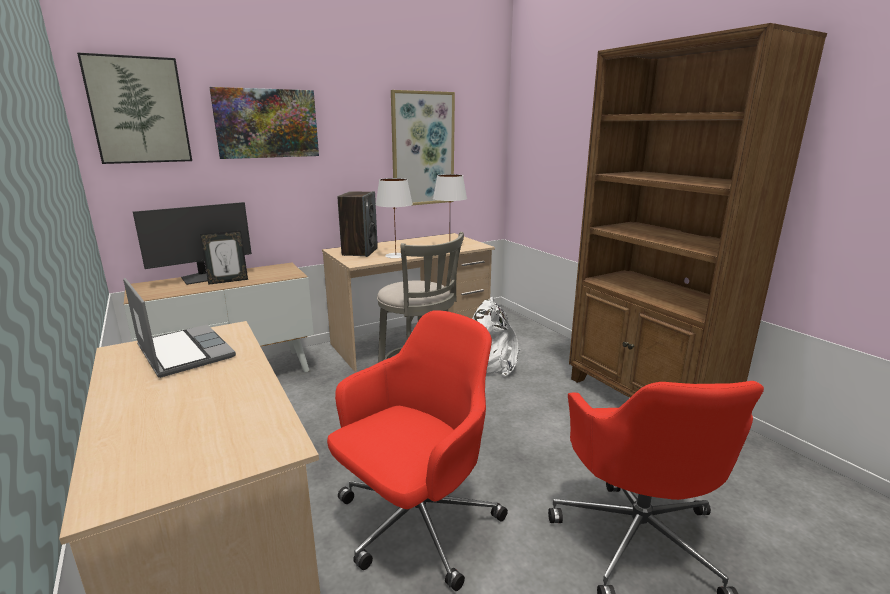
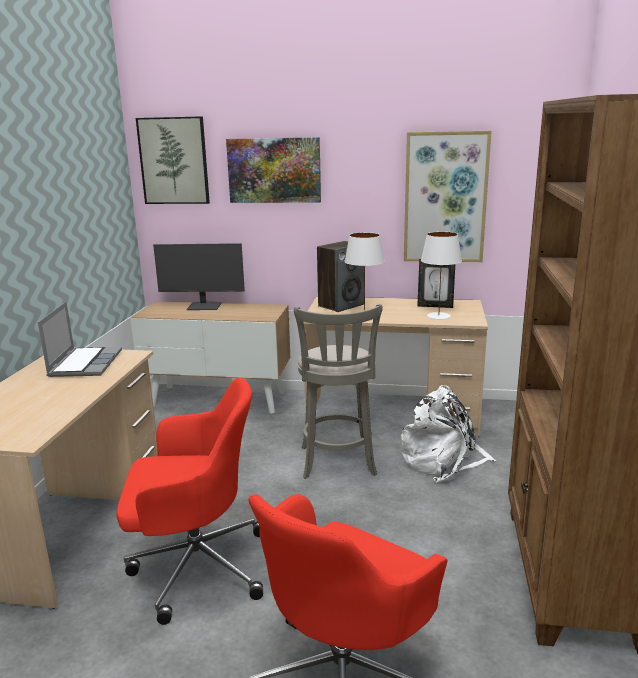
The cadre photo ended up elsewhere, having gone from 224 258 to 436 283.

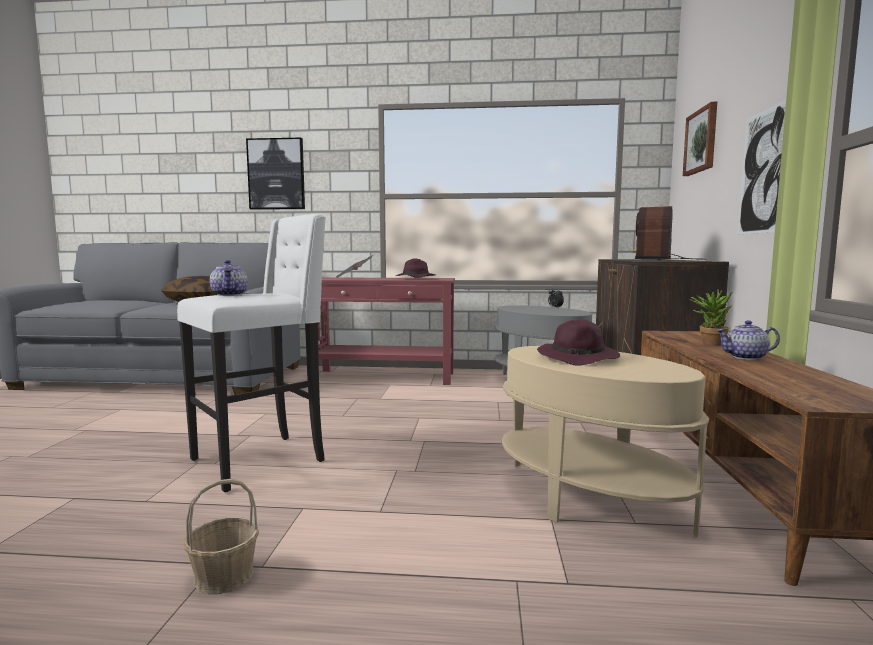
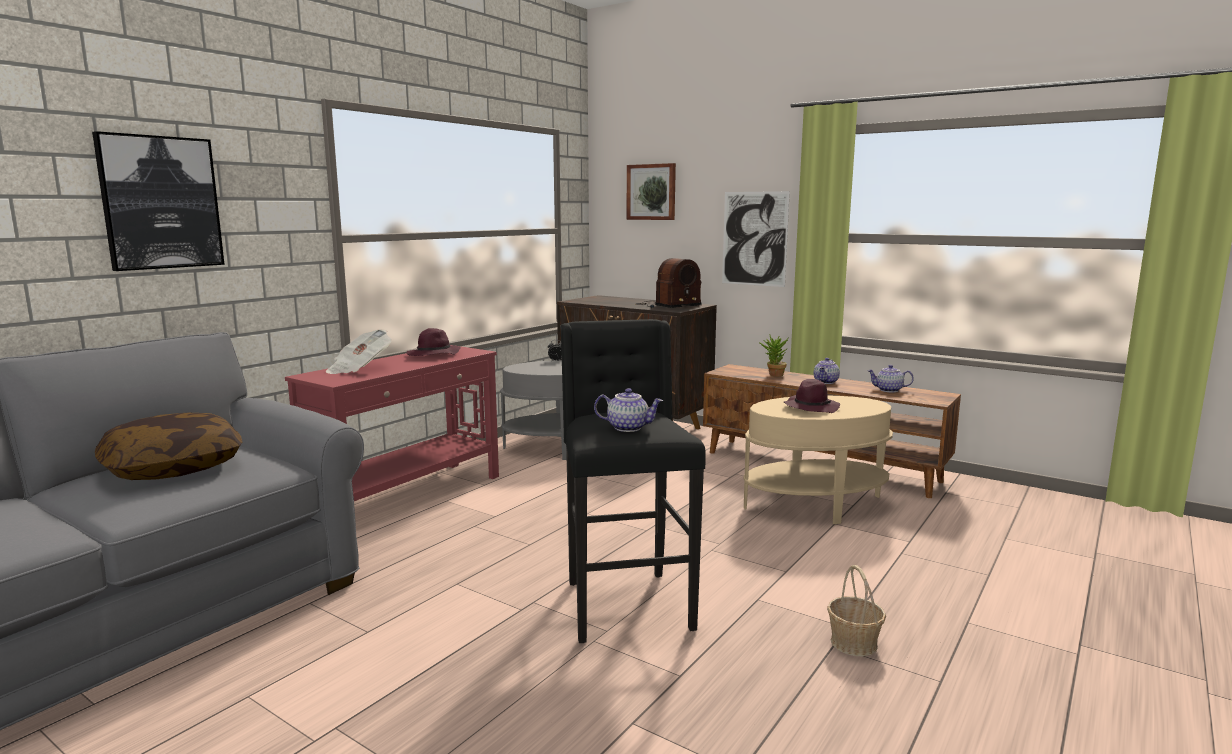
The radio at 663 233 ended up facing another way, 90 degrees counterclockwise from before. What was the tabouret/blanc at 251 353 turned into the tabouret/noir at 633 481. The second view gained the théière at 890 378.

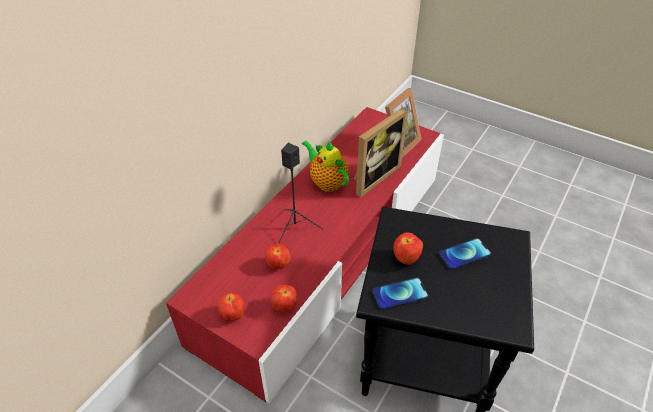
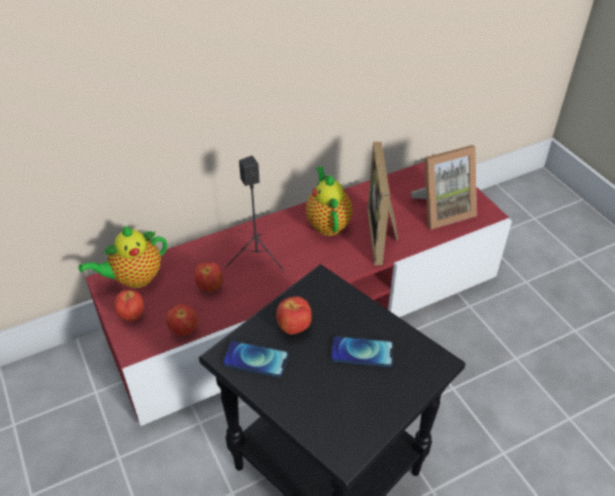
The cadre photo at 381 152 ended up facing another way, 105 degrees clockwise from before. The second view gained the théière at 122 257.

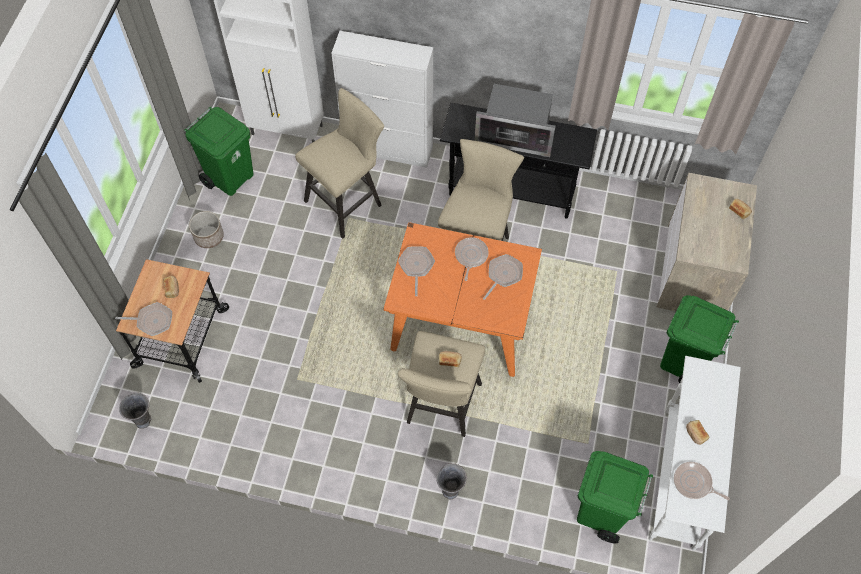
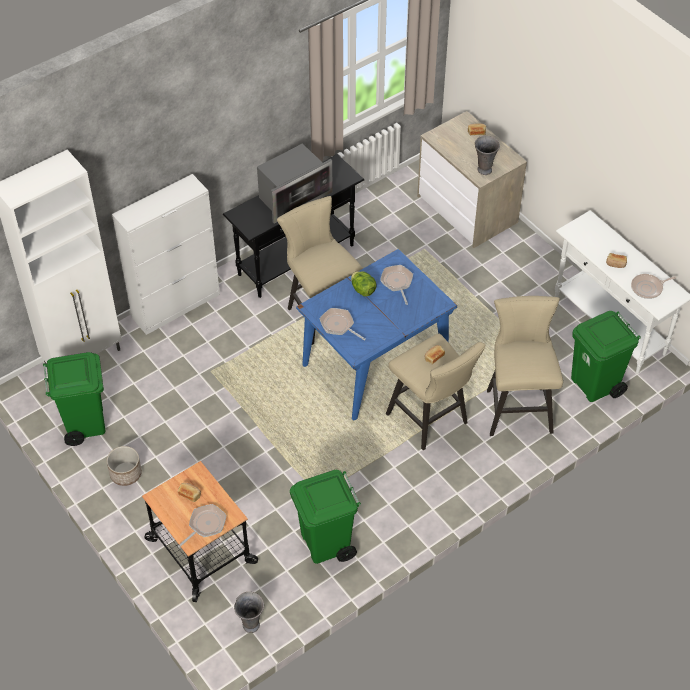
The tabouret/beige ended up elsewhere, having gone from 339 163 to 525 366. What was the table à manger/orange at 462 299 turned into the table à manger/bleu at 376 334. Where the poêle stood at 472 259, the laitue came to stand at 364 284. The poubelle/vert ended up elsewhere, having gone from 699 339 to 325 517. The vase/gris ended up elsewhere, having gone from 451 481 to 487 155.

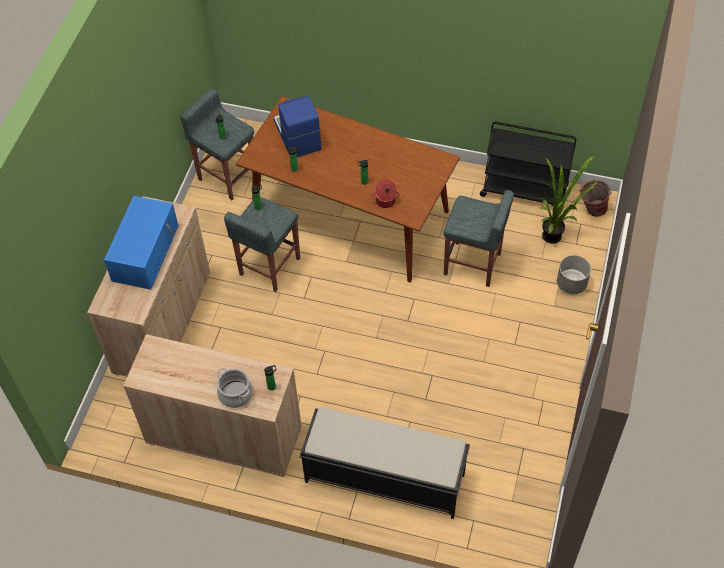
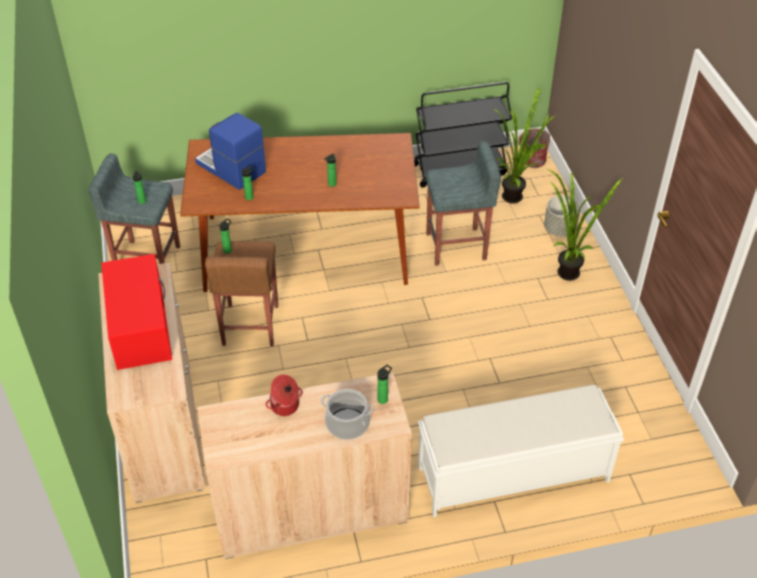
The marmite ended up elsewhere, having gone from 386 193 to 284 395. What was the micro-ondes/bleu at 141 243 turned into the micro-ondes/rouge at 136 312. What was the tabouret/gris at 262 244 turned into the tabouret/marron at 241 293. What was the banc/noir at 384 463 turned into the banc/blanc at 521 451. The second view gained the plante en pot at 584 225.

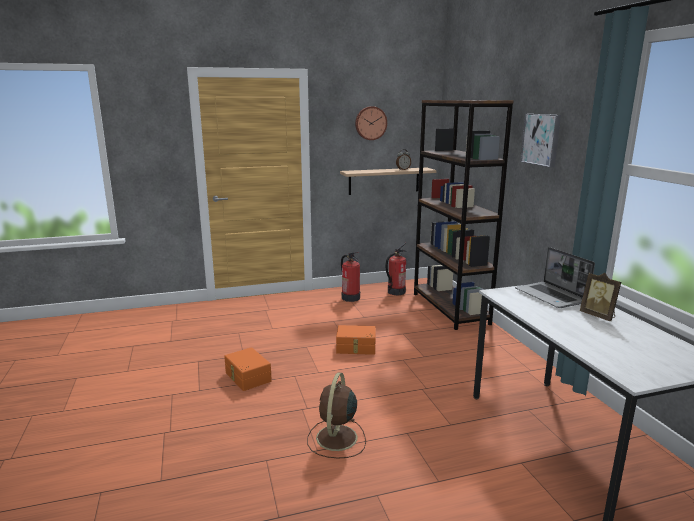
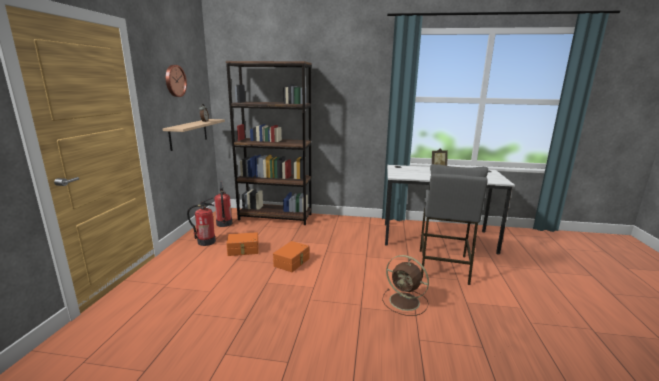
The second view lost the tableau at 540 141. The second view lost the ordinateur portable at 555 277. The boîte de rangement/orange ended up elsewhere, having gone from 248 369 to 242 244. The second view gained the tabouret/gris at 454 224.

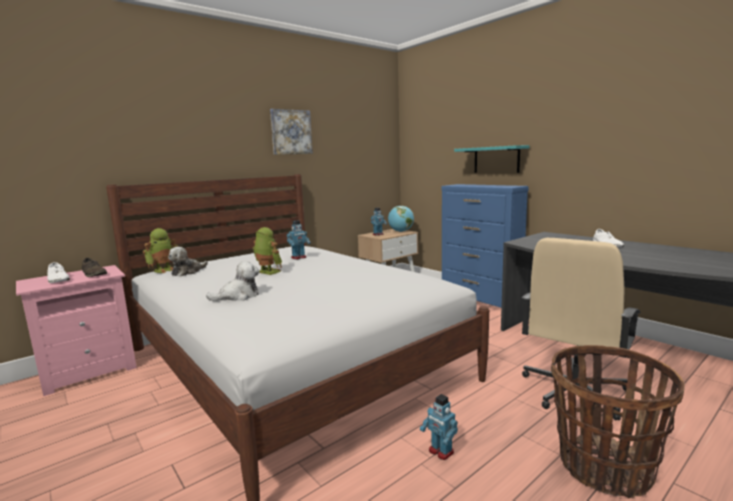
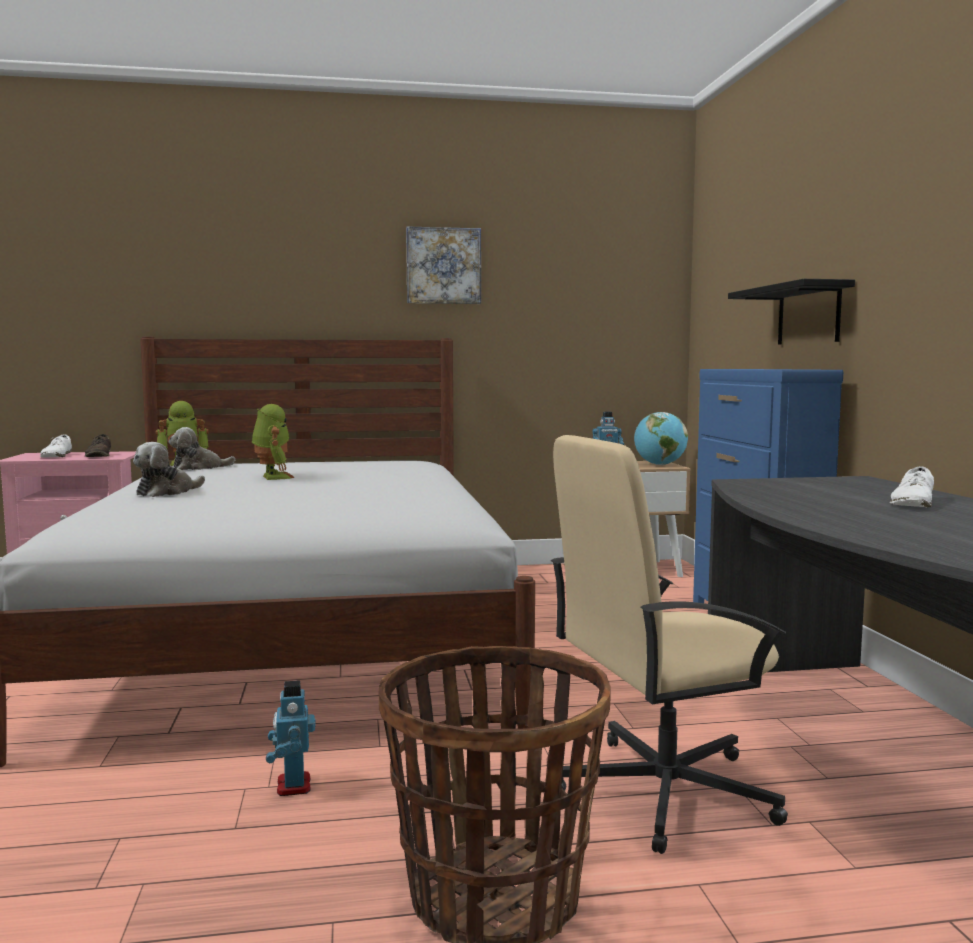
What was the étagère/turquoise at 492 159 turned into the étagère/noir at 791 312. The second view lost the robot jouet at 299 240. The peluche at 233 281 ended up facing another way, 120 degrees clockwise from before.

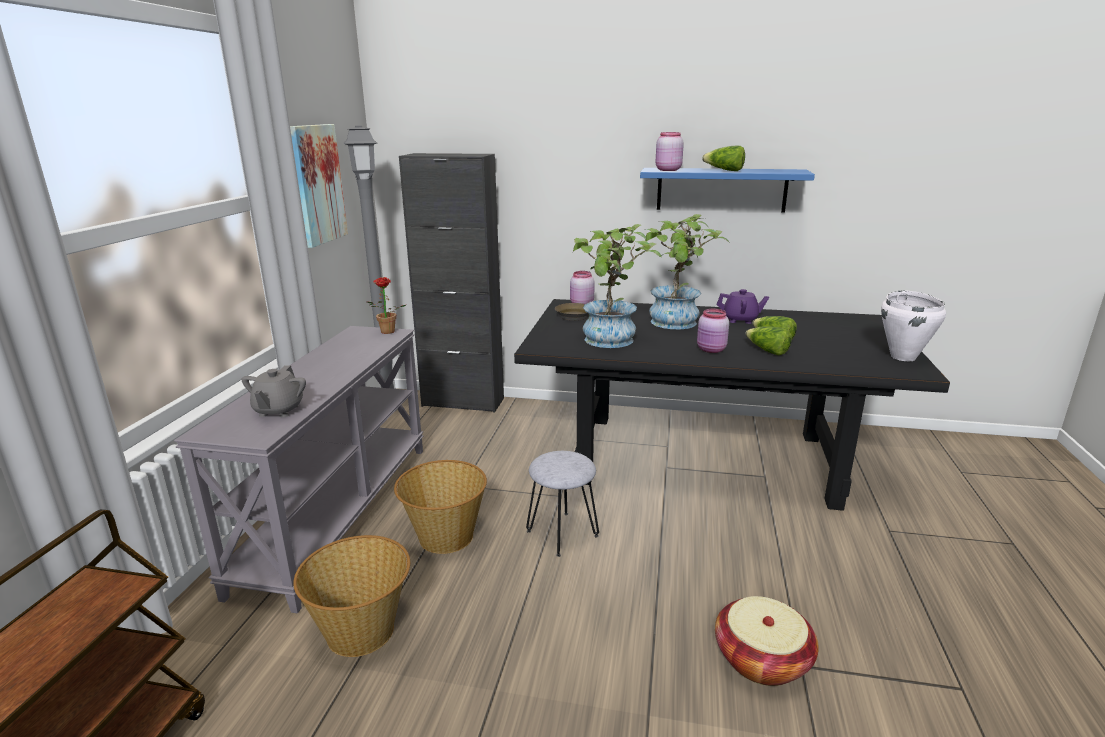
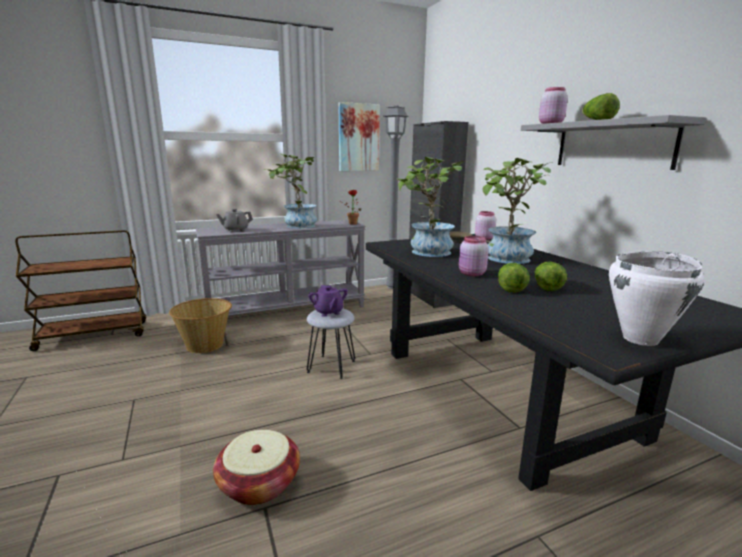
What was the étagère/bleu at 727 190 turned into the étagère/gris at 613 142. The théière/violet ended up elsewhere, having gone from 743 306 to 328 301. The second view lost the panier at 440 507. The second view gained the plante en pot at 290 191.

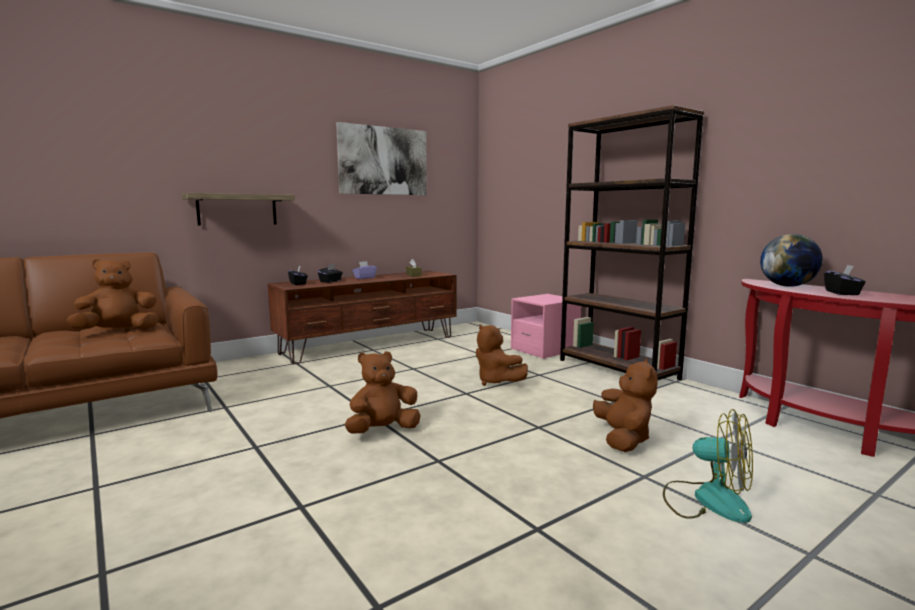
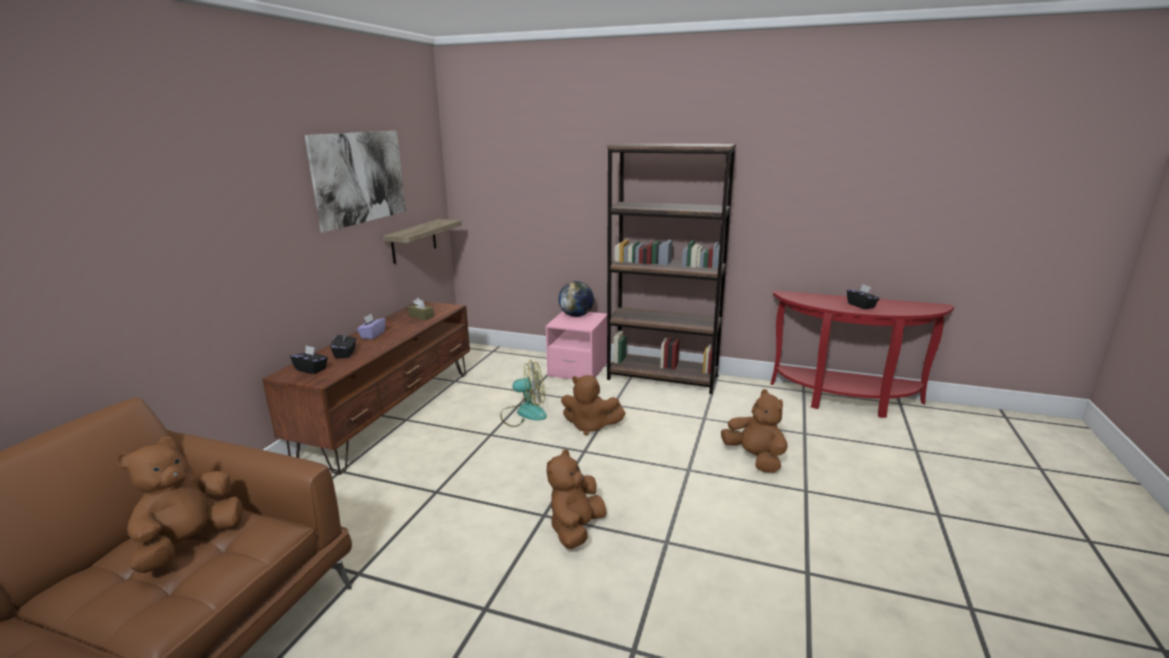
The étagère ended up elsewhere, having gone from 238 209 to 422 241. The globe ended up elsewhere, having gone from 791 260 to 576 299. The ventilateur ended up elsewhere, having gone from 708 466 to 523 393.

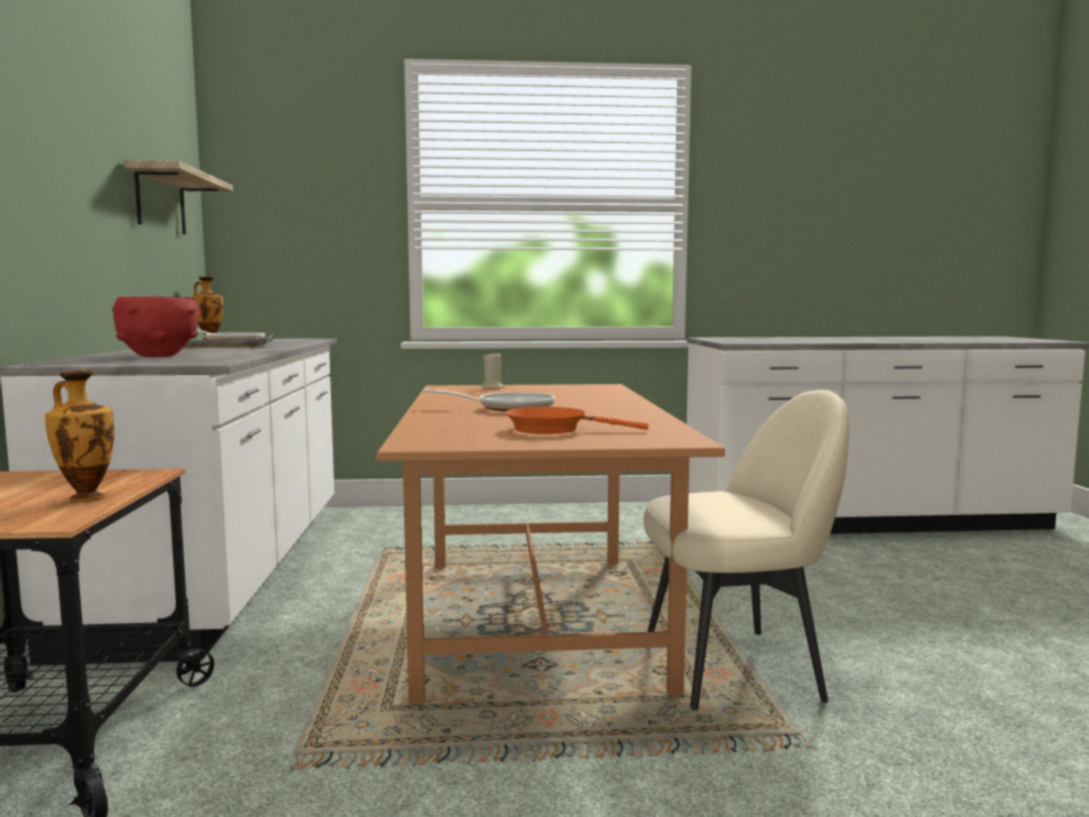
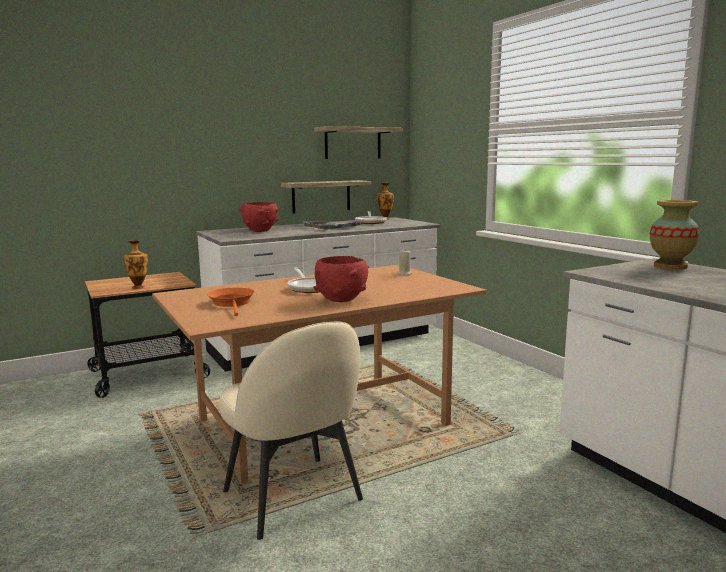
The second view gained the étagère at 326 196. The second view gained the vase at 674 235. The second view gained the bol/rouge at 341 279.

